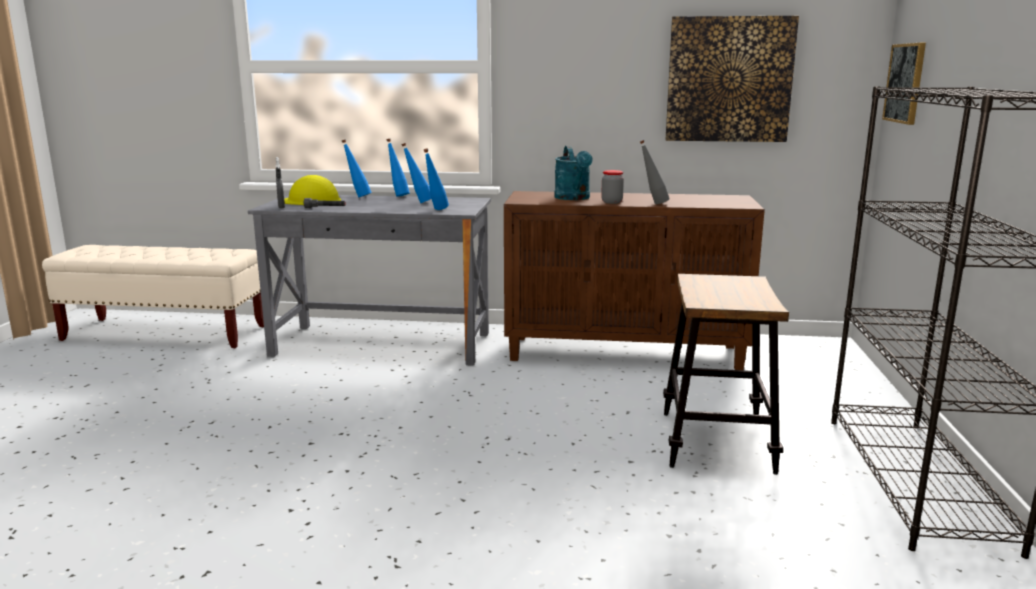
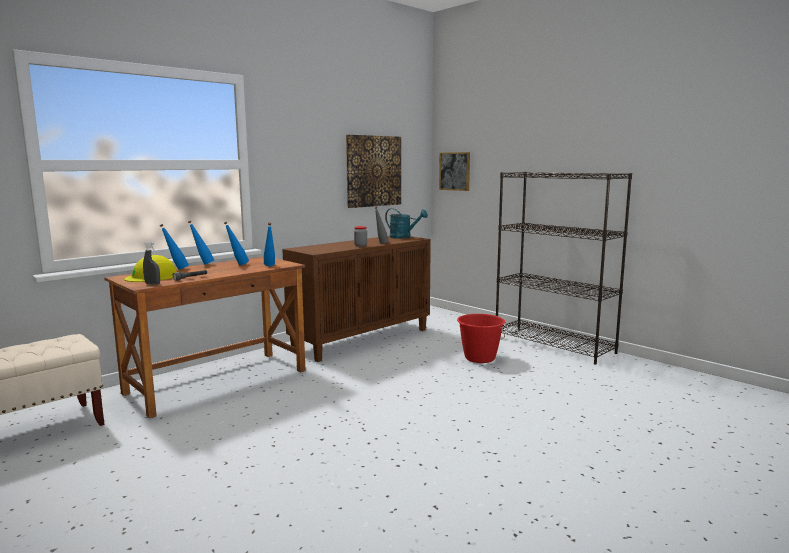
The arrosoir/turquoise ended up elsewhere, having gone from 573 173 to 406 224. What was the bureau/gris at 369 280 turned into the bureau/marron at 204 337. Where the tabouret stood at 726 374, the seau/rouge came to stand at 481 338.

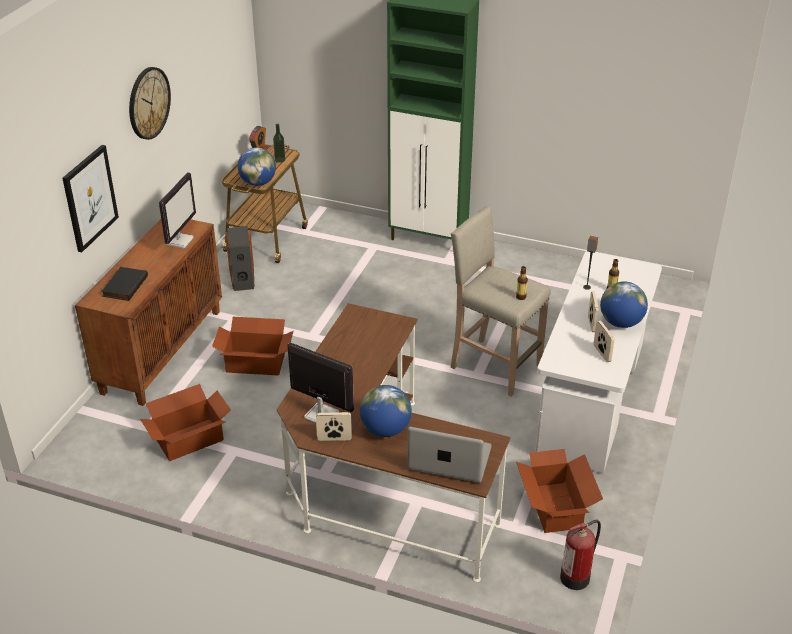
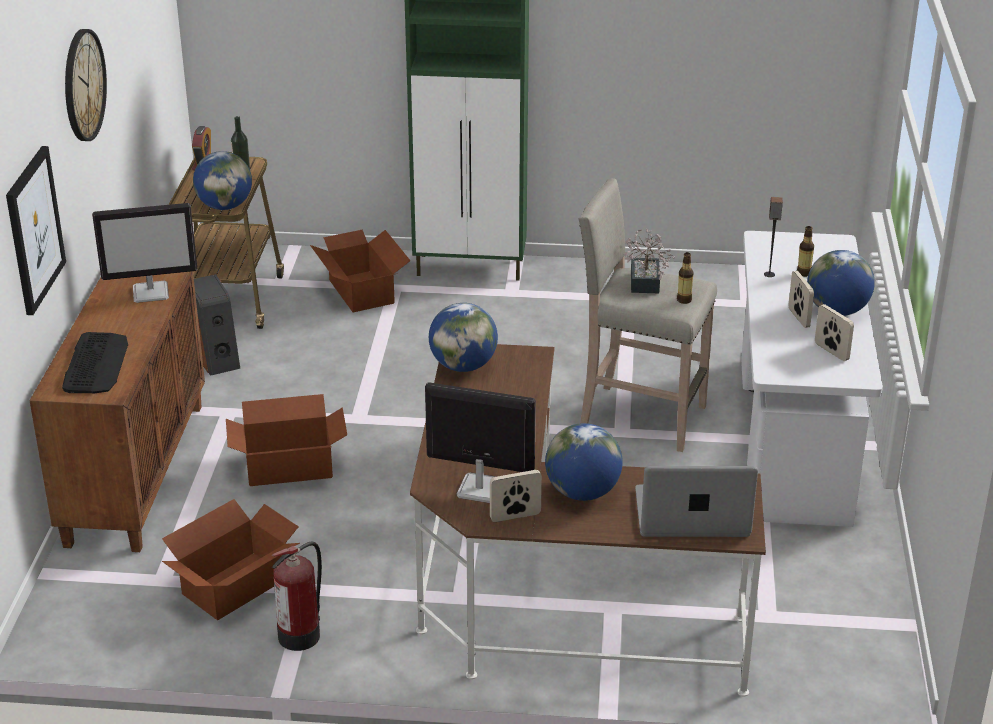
The écran d'ordinateur at 177 210 ended up facing another way, 75 degrees clockwise from before. Where the livre/noir stood at 124 284, the clavier came to stand at 95 363. The carton ended up elsewhere, having gone from 559 491 to 360 271. The extincteur ended up elsewhere, having gone from 580 555 to 297 596. The second view gained the plante en pot at 649 261. The second view gained the globe at 463 337.

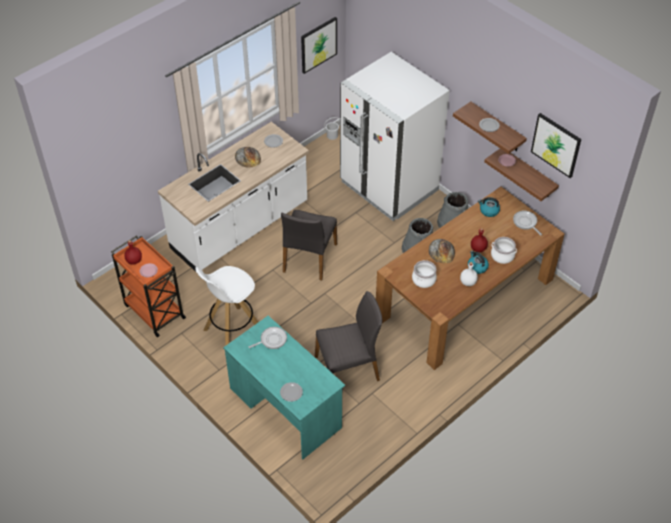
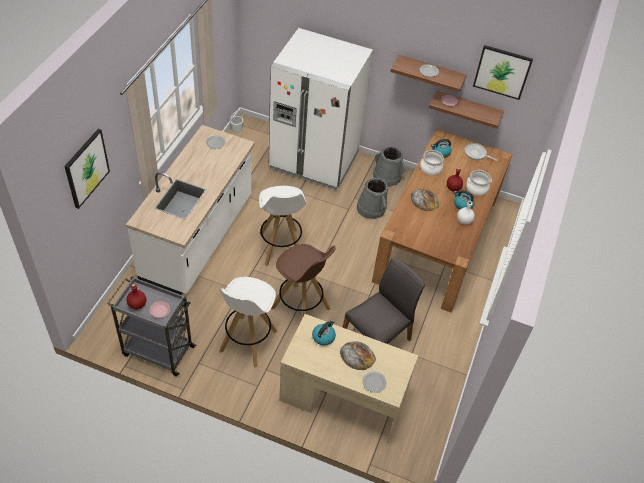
The tableau ended up elsewhere, having gone from 319 45 to 87 169. The pain ended up elsewhere, having gone from 248 157 to 358 355. Where the chaise/gris stood at 309 245, the tabouret/blanc came to stand at 283 226. What was the chariot/orange at 148 286 turned into the chariot/gris at 152 326. The marmite ended up elsewhere, having gone from 424 274 to 432 162. What was the bureau/turquoise at 284 387 turned into the bureau/beige at 348 379. Where the poêle stood at 268 338, the bouilloire came to stand at 324 333. The second view gained the tabouret/marron at 303 280.

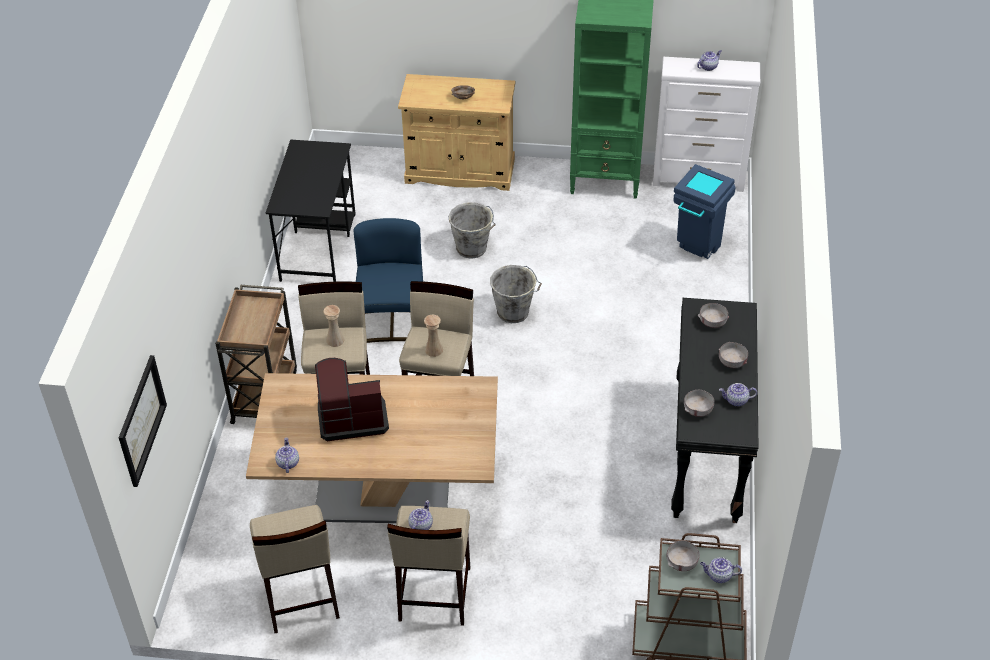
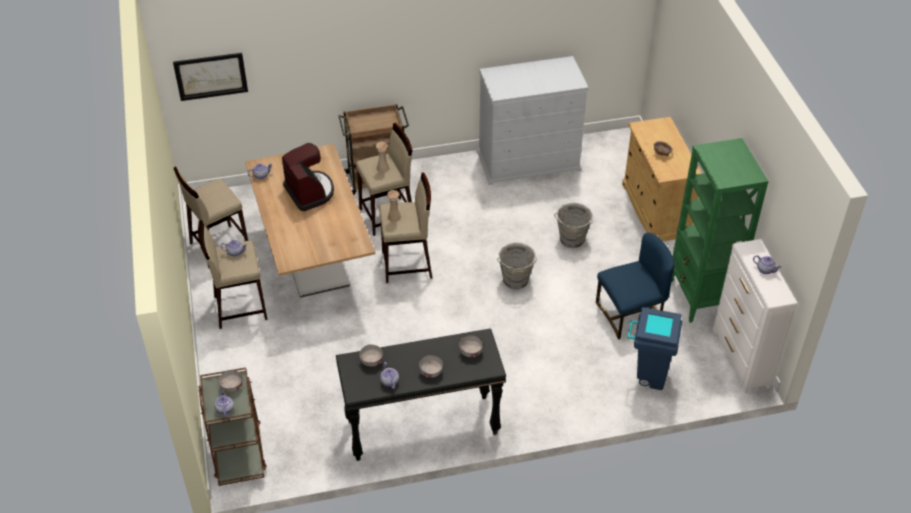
Where the bureau/noir stood at 311 211, the commode/blanc came to stand at 532 120. The chaise/bleu ended up elsewhere, having gone from 388 280 to 635 286.

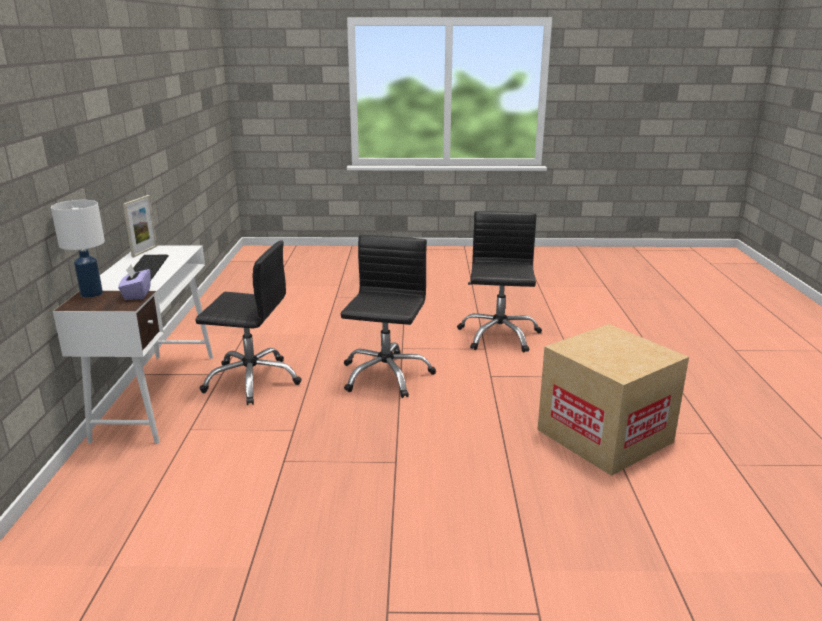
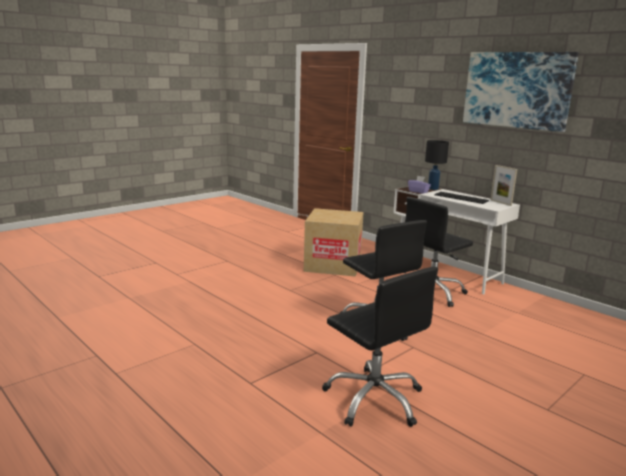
What was the lampe de table/blanc at 78 249 turned into the lampe de table/noir at 437 165. The carton ended up elsewhere, having gone from 613 400 to 334 242. The second view gained the tableau at 521 92.

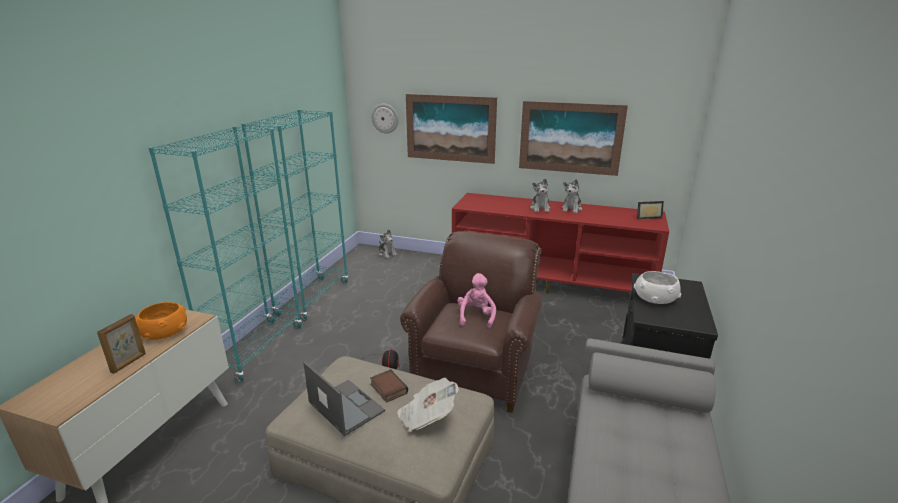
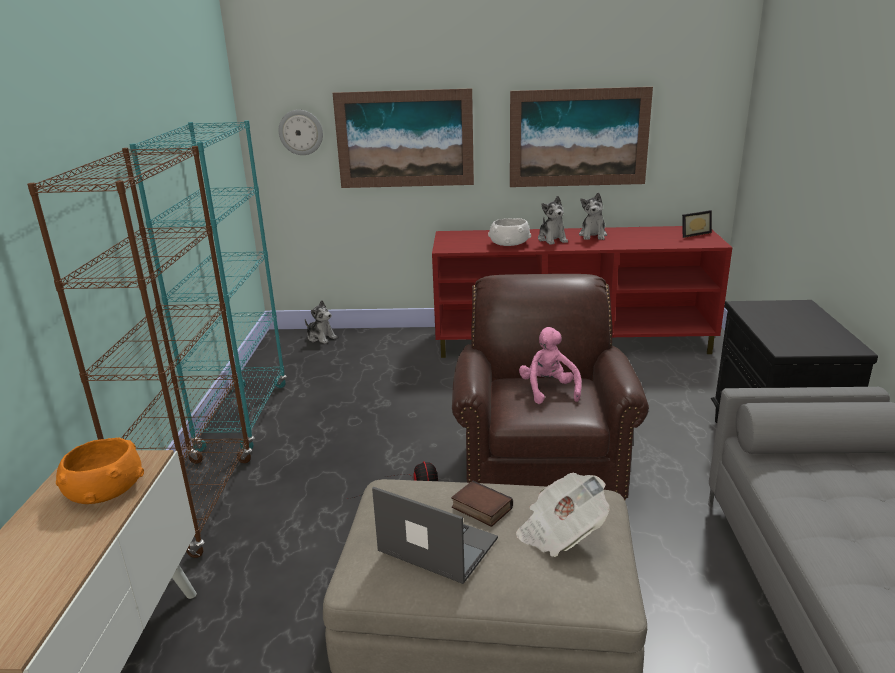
What was the bibliothèque/turquoise at 225 254 turned into the bibliothèque/marron at 139 352. The bol/blanc ended up elsewhere, having gone from 657 287 to 509 232. The second view lost the cadre photo at 121 344.

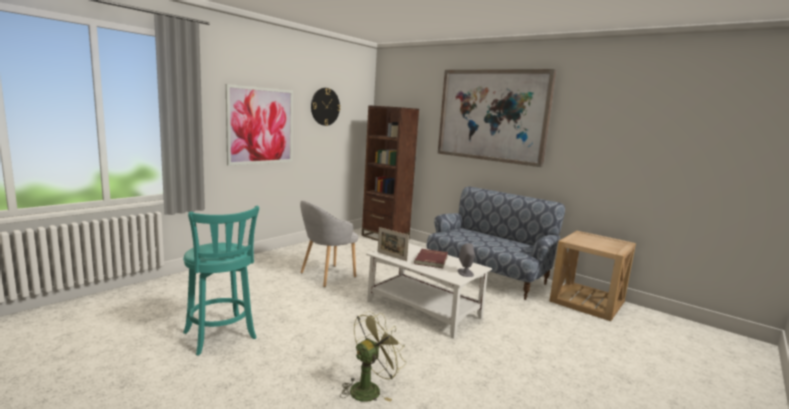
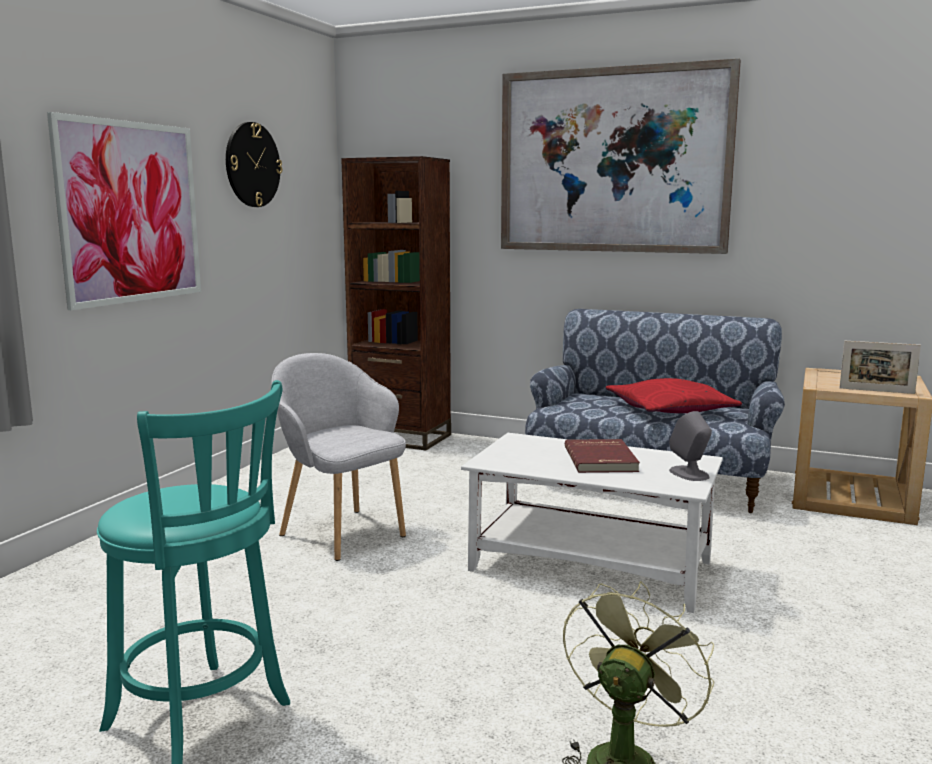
The fauteuil/gris at 329 244 ended up facing another way, 105 degrees clockwise from before. The cadre photo ended up elsewhere, having gone from 393 244 to 880 367. The second view gained the coussin/rouge at 674 395.

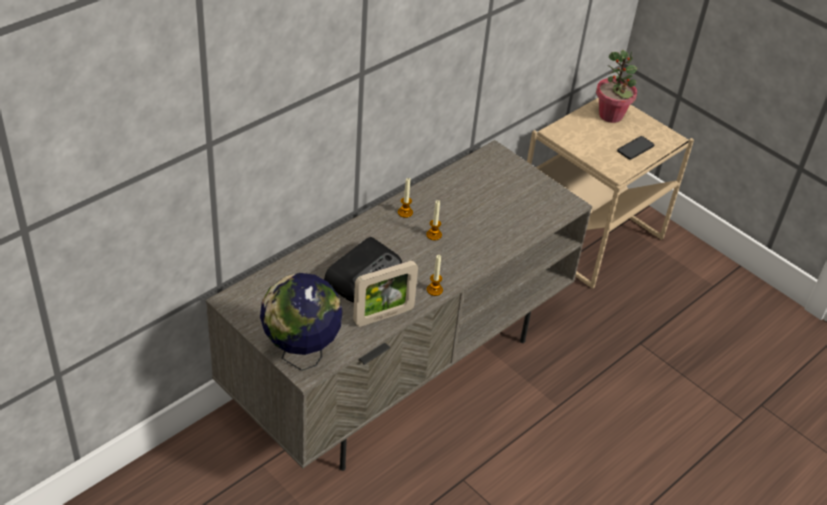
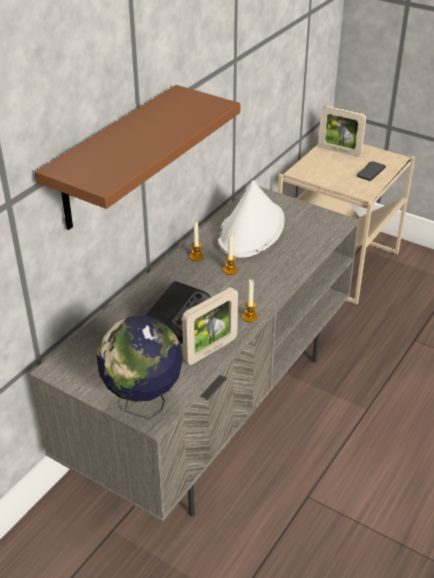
Where the plante en pot stood at 616 86, the cadre photo came to stand at 342 131. The second view gained the étagère/marron at 137 157. The second view gained the chapeau/blanc at 251 219.

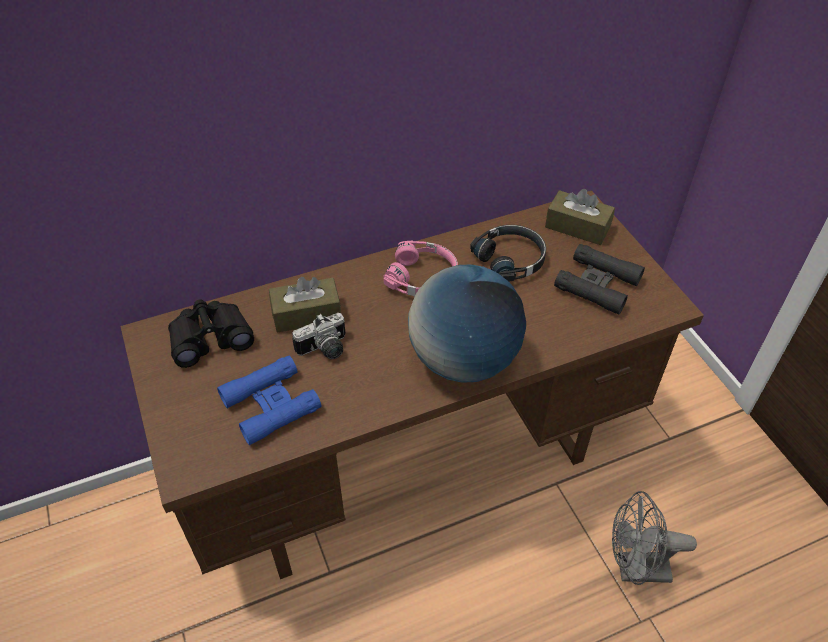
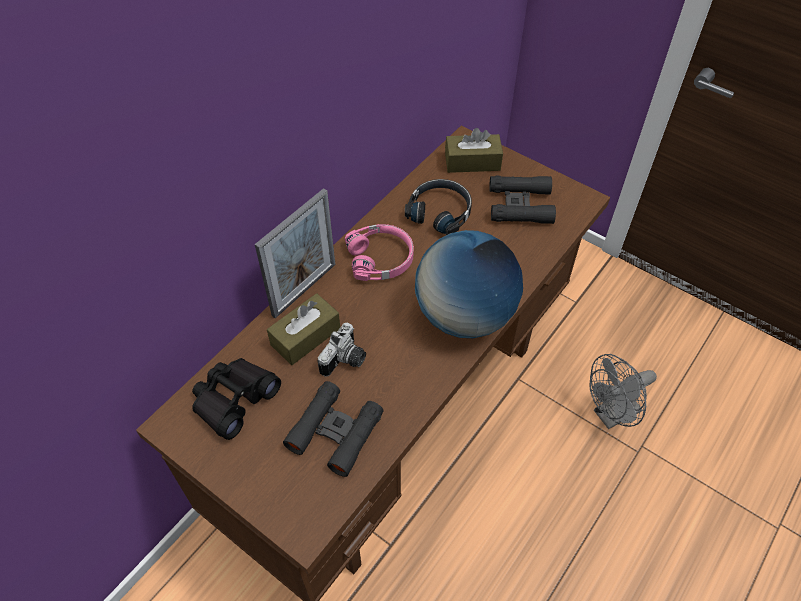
What was the jumelles/bleu at 269 400 turned into the jumelles/noir at 333 429. The second view gained the cadre photo at 295 253.

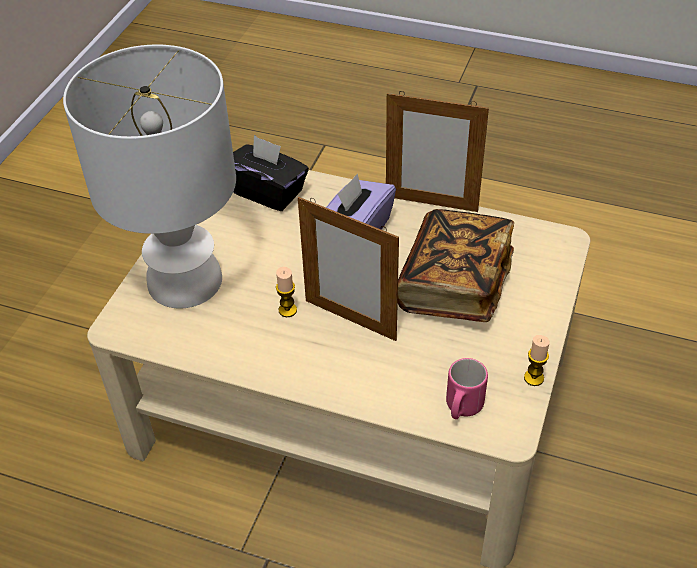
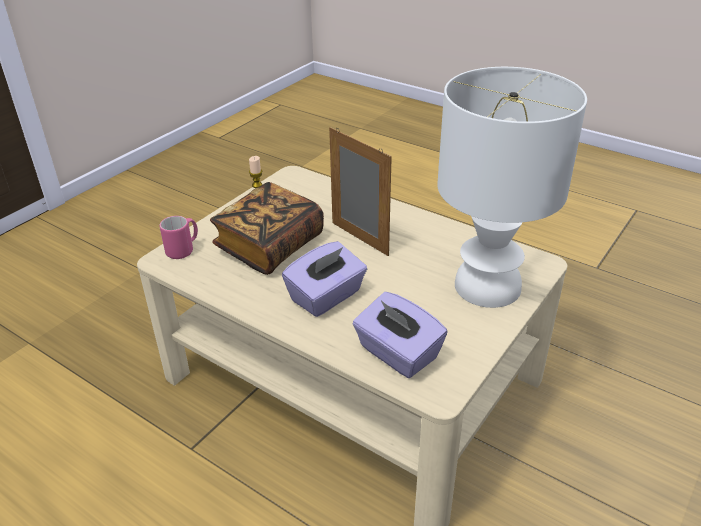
The second view lost the cadre photo at 437 151. What was the boîte à mouchoirs/noir at 271 173 turned into the boîte à mouchoirs/violet at 400 335. The second view lost the bougie at 286 292. The mug/rose ended up elsewhere, having gone from 467 388 to 179 237.

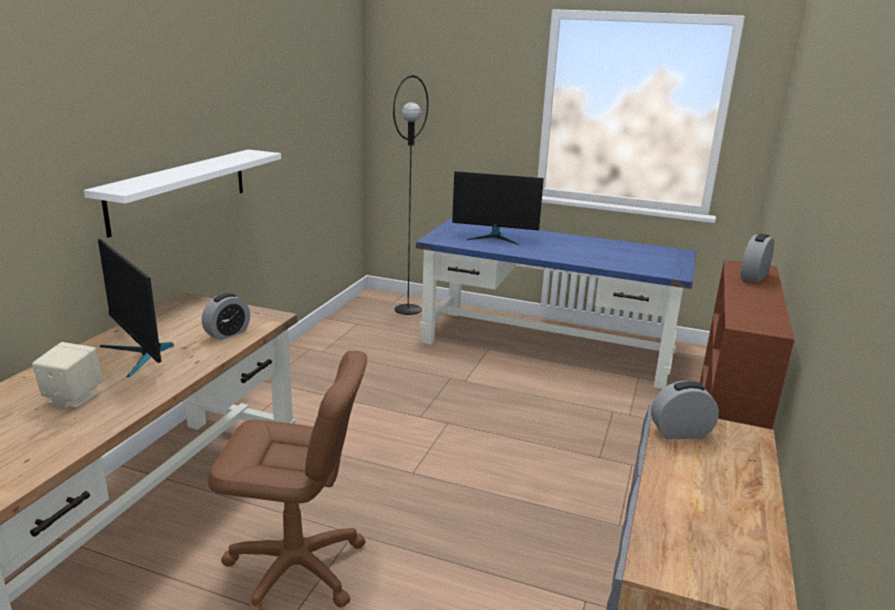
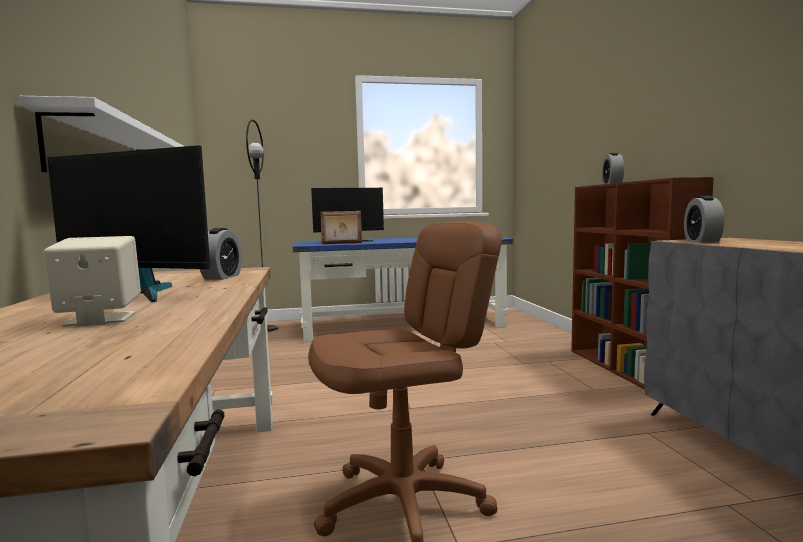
The réveil at 685 410 ended up facing another way, 45 degrees counterclockwise from before. The second view gained the cadre photo at 341 227.

